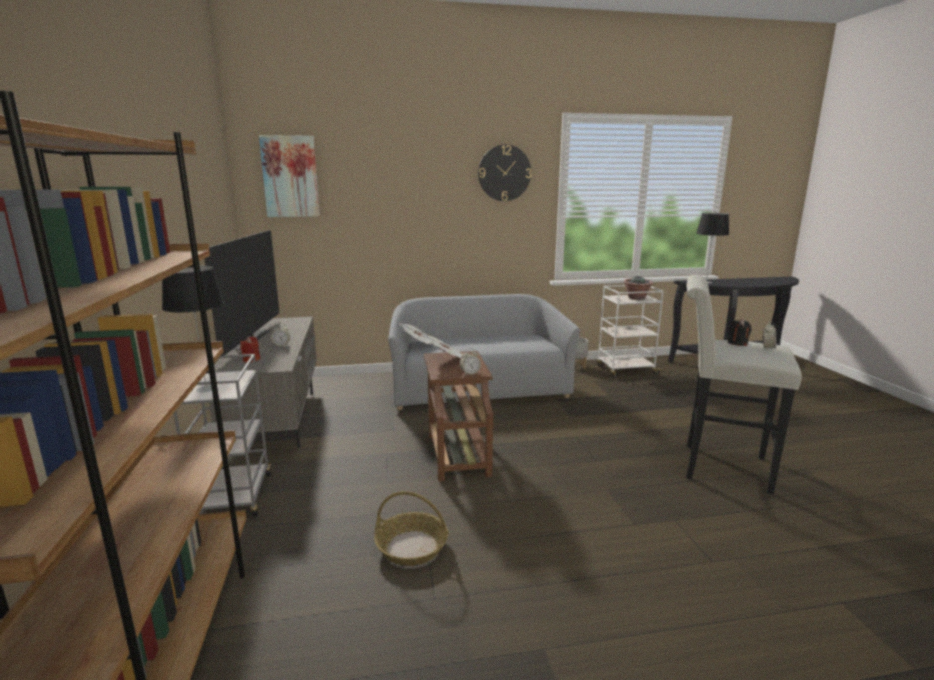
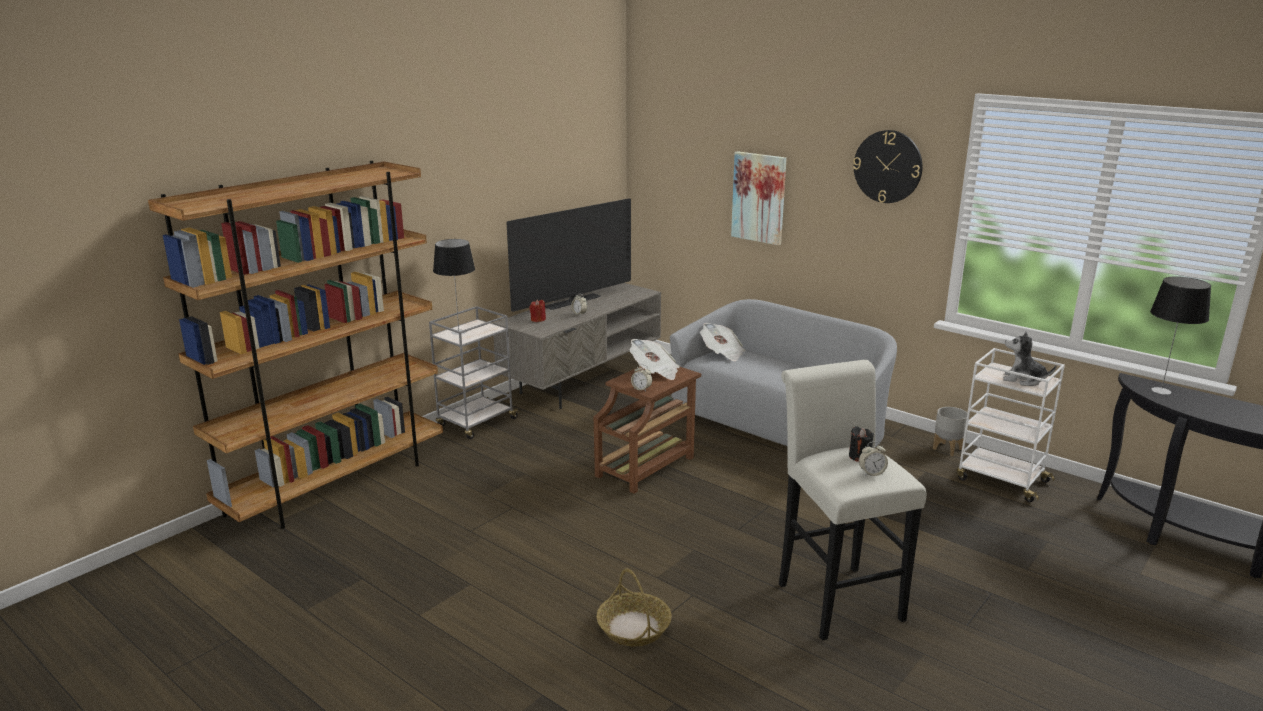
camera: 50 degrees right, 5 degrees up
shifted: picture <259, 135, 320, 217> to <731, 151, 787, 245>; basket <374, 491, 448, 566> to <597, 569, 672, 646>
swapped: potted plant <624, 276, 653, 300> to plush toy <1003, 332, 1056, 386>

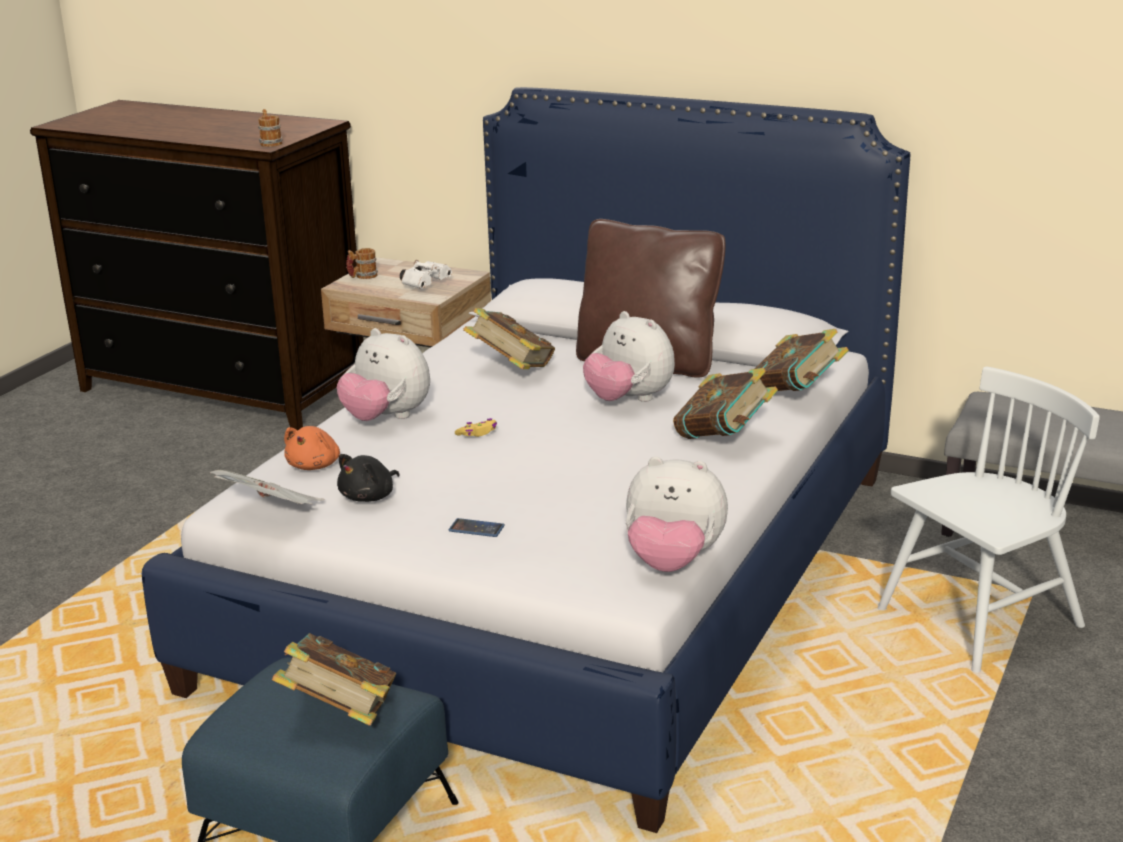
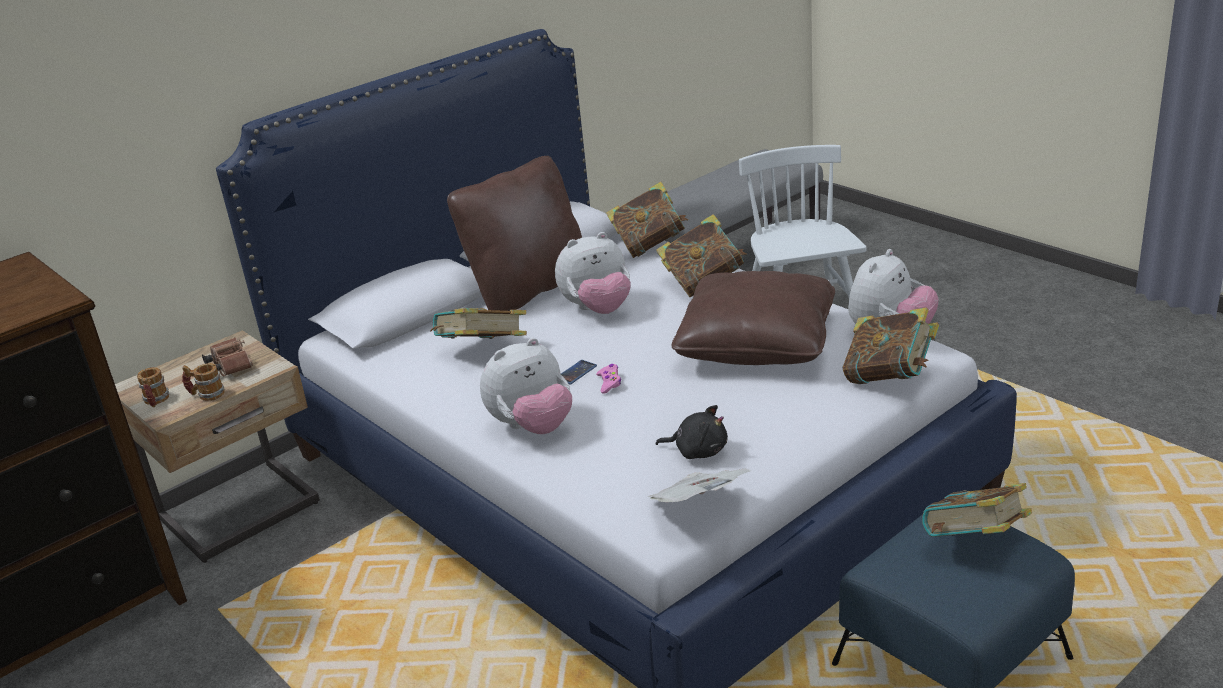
camera: 65 degrees left, 5 degrees up
gone: plush toy in orange <284, 426, 340, 470>
new: pillow in brown <671, 271, 835, 365>; book <843, 307, 939, 384>
shifted: mug <258, 109, 283, 147> to <182, 363, 225, 401>; phone <448, 518, 505, 537> to <561, 360, 597, 385>
repainted: binoculars in white <400, 260, 452, 289> to binoculars in brown <202, 337, 253, 376>; game controller in yellow <455, 418, 497, 437> to game controller in pink <596, 364, 621, 394>
rotated: plush toy in black <337, 454, 400, 502> = <656, 405, 728, 459> 45 degrees counterclockwise

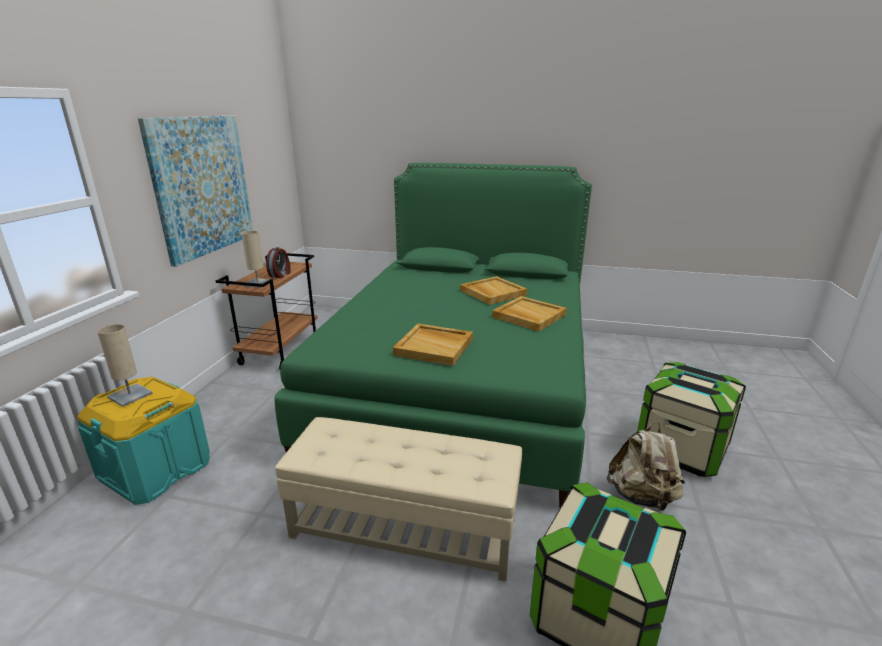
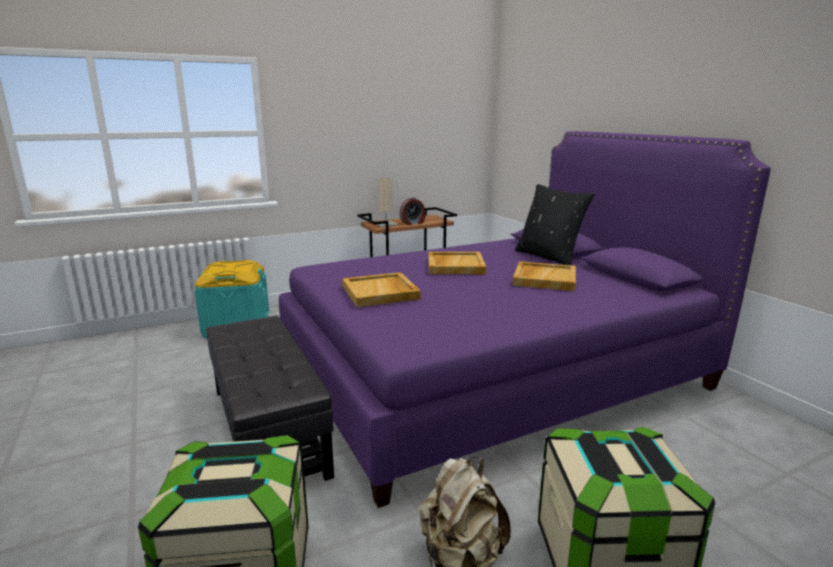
camera: 50 degrees right, 5 degrees down
gone: picture <138, 116, 253, 267>; table lamp in beige <97, 324, 153, 407>
new: pillow in black <515, 184, 595, 265>
shifted: tray in beige <492, 296, 567, 332> to <428, 252, 486, 274>
repainted: bed in green <274, 163, 592, 508> to bed in purple <279, 131, 771, 508>; ottoman in beige <275, 417, 522, 581> to ottoman in black <206, 316, 334, 481>

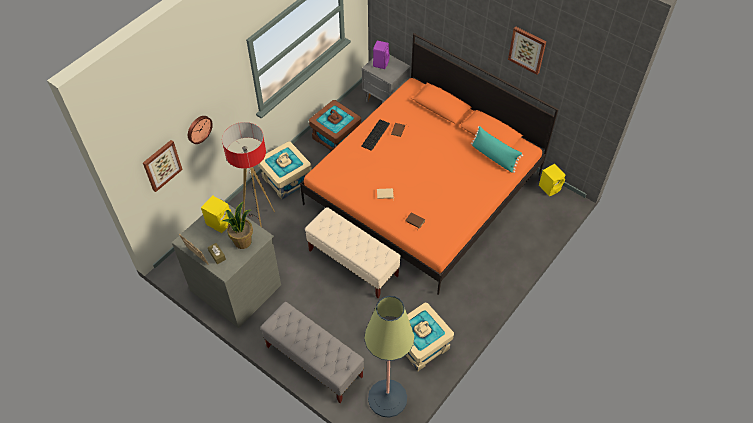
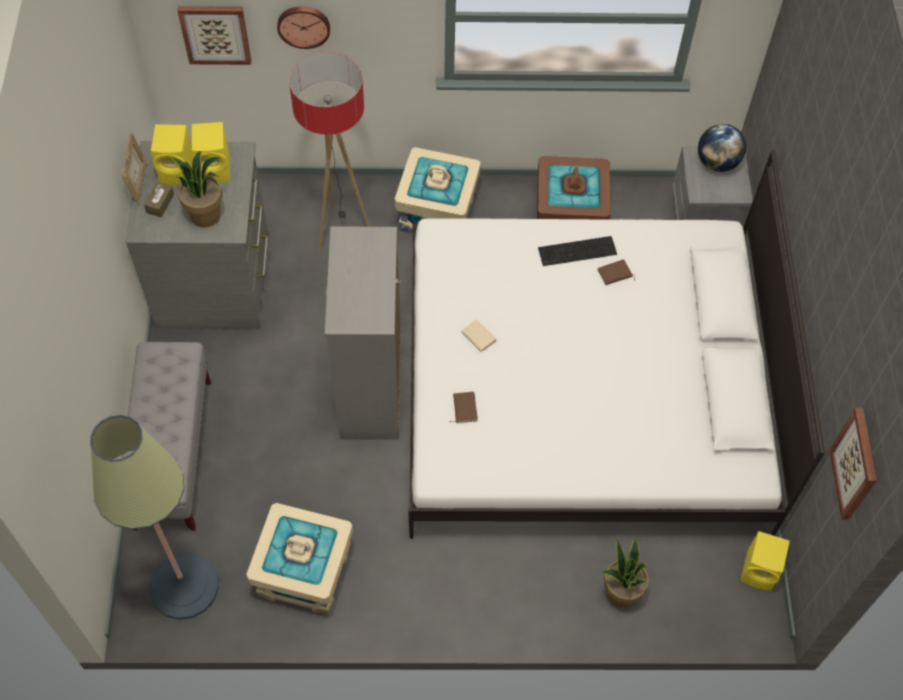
camera: 50 degrees right, 5 degrees up
gone: pillow in turquoise <471, 126, 523, 173>
new: speaker in yellow <151, 124, 193, 185>; potted plant <602, 539, 649, 608>
shifted: picture <508, 26, 546, 75> to <830, 408, 877, 520>
swapped: speaker in purple <373, 41, 390, 69> to globe <698, 124, 746, 172>; bench in beige <305, 207, 401, 298> to dresser in grey <325, 226, 401, 440>
repainted: bed in orange <300, 33, 558, 295> to bed in white <408, 149, 825, 539>

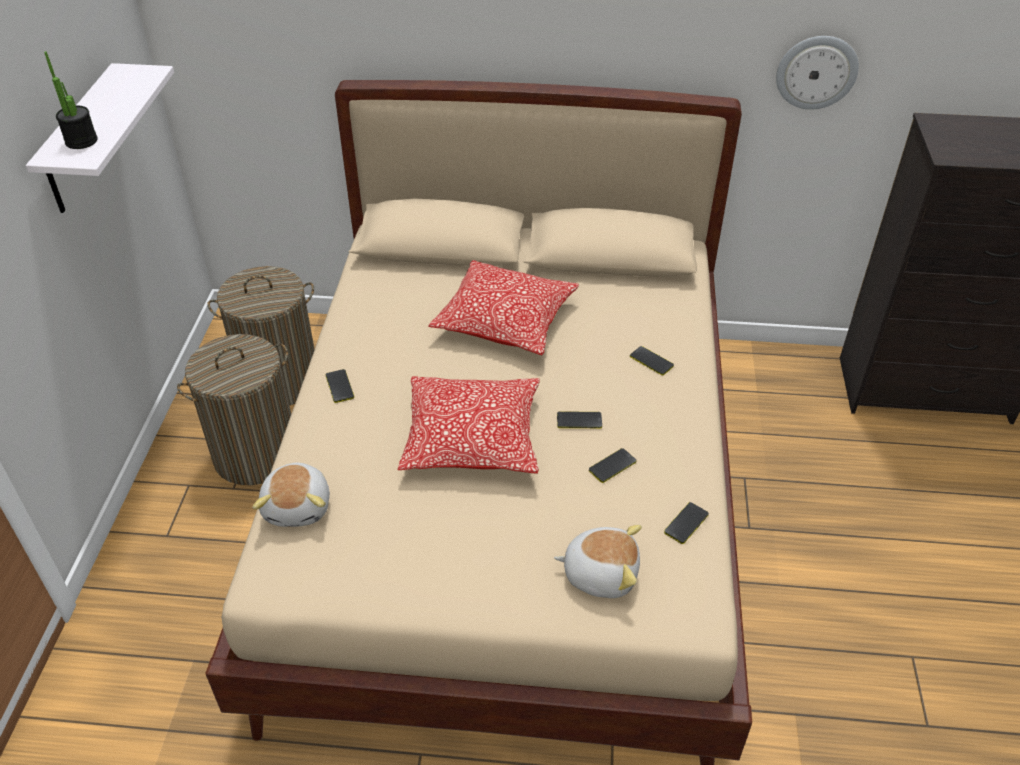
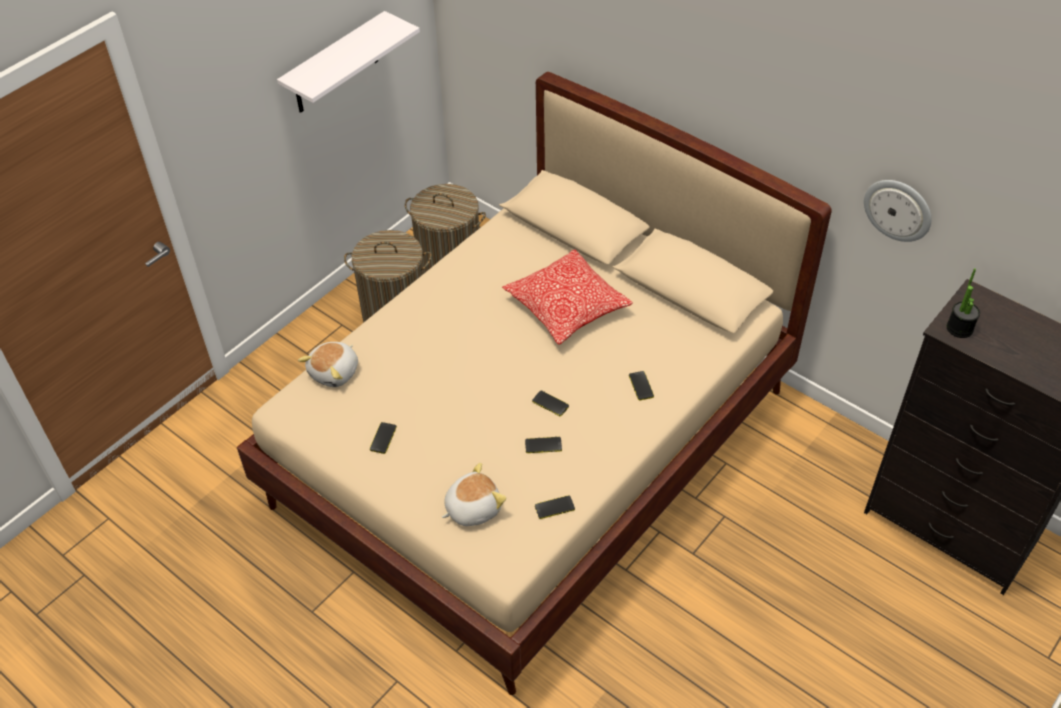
camera: 35 degrees right, 5 degrees up
gone: pillow <398, 376, 540, 474>
shifted: potted plant <44, 52, 98, 149> to <947, 268, 980, 338>; phone <326, 369, 354, 403> to <370, 422, 397, 454>
rotated: plush toy <554, 525, 642, 598> = <441, 463, 506, 526> 75 degrees counterclockwise

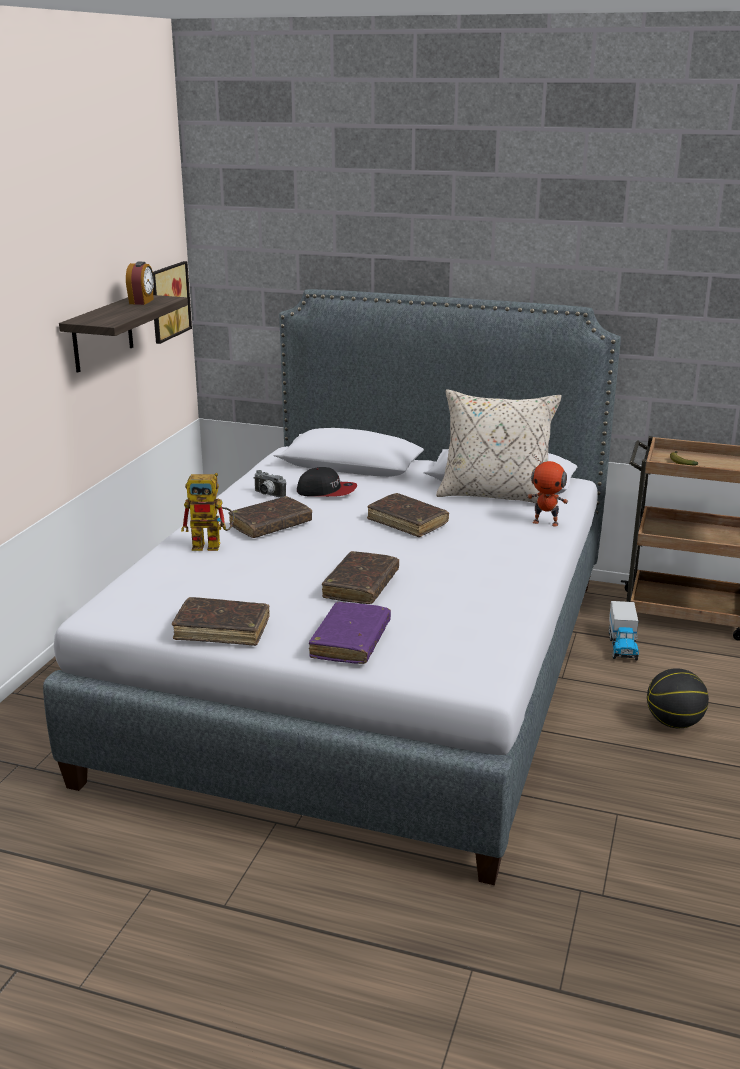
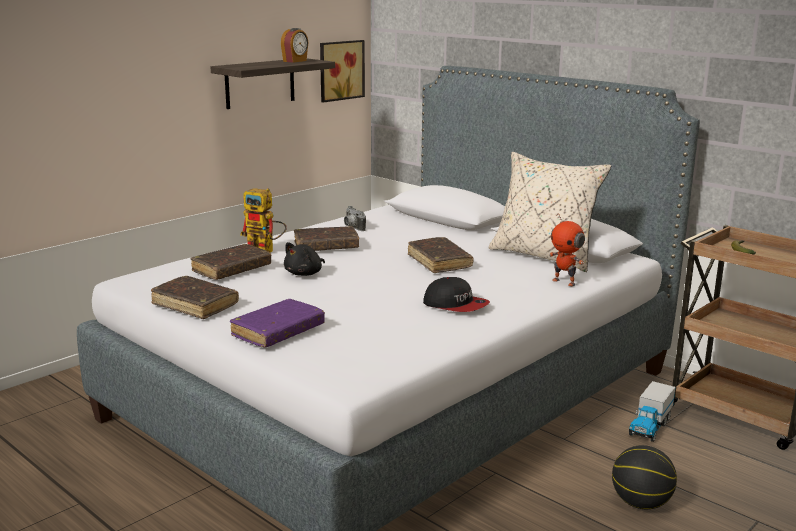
camera: 25 degrees right, 5 degrees down
new: plush toy in black <284, 242, 325, 276>
shifted: cap <297, 467, 357, 497> to <423, 277, 490, 312>; book in brown <322, 551, 399, 604> to <190, 244, 271, 280>

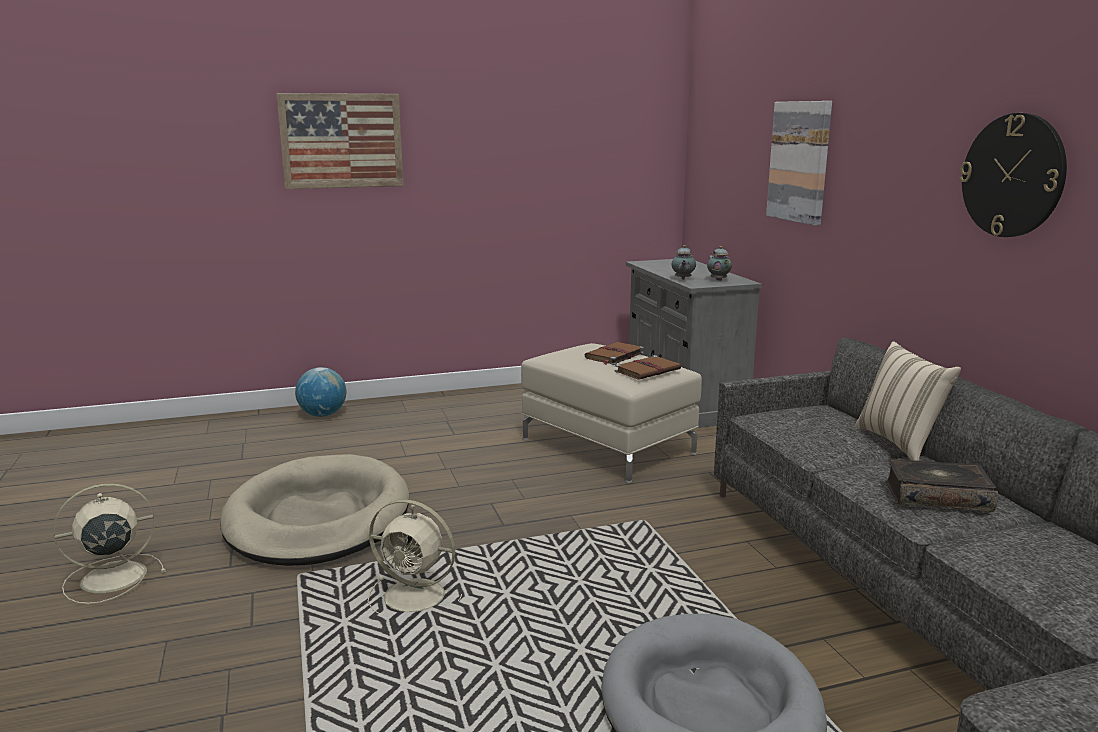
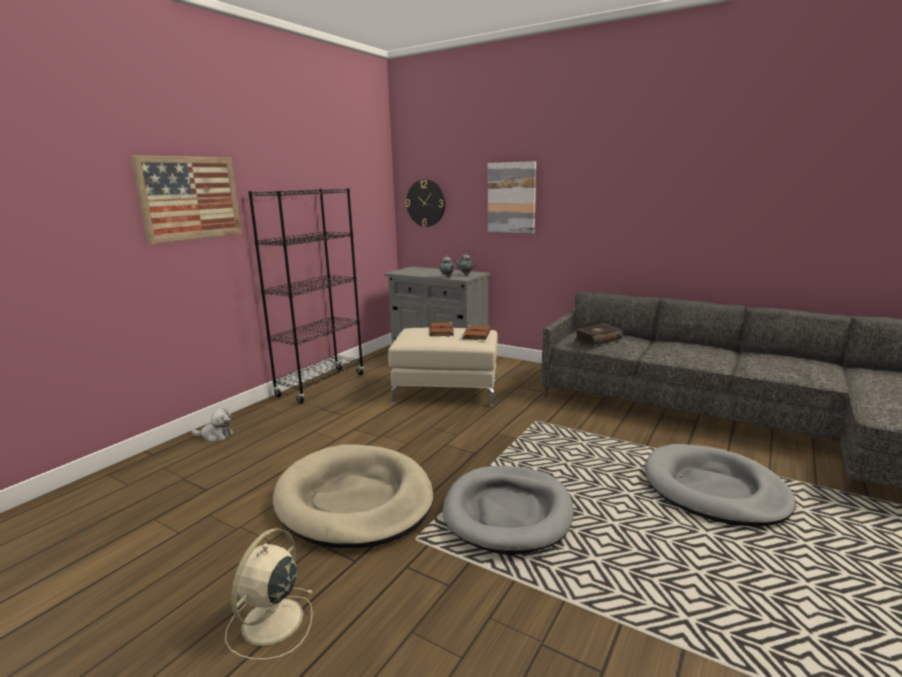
camera: 40 degrees left, 0 degrees up
gone: pillow in beige <855, 341, 961, 461>
new: bookcase in black <248, 188, 364, 404>
shifted: wall clock <960, 113, 1067, 237> to <406, 179, 445, 227>; book <885, 458, 998, 512> to <574, 323, 623, 346>
swapped: globe <295, 367, 346, 417> to plush toy <191, 408, 233, 442>; fan in beige <367, 500, 462, 614> to dog bed in grey <443, 466, 574, 555>

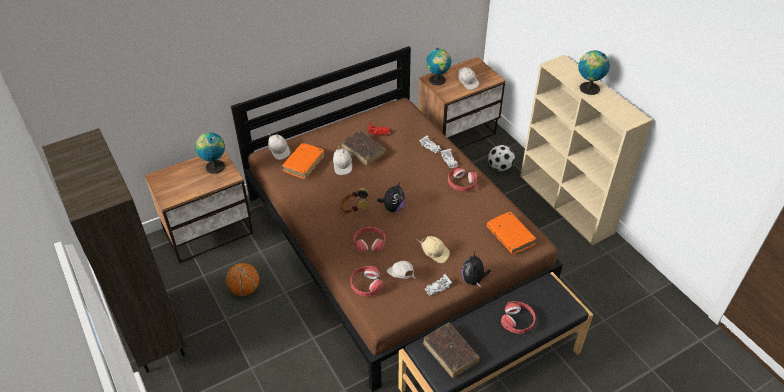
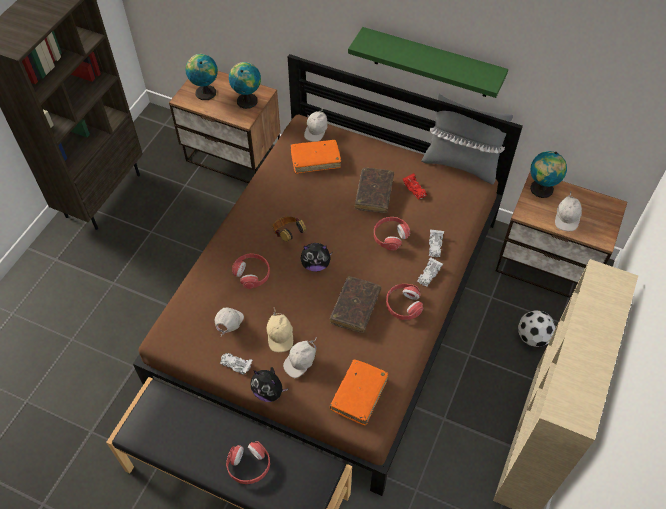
camera: 55 degrees right, 10 degrees up
gone: basketball <226, 263, 259, 296>
new: shelf in green <348, 27, 508, 98>; pillow in grey <421, 94, 513, 185>
shifted: globe <578, 50, 610, 95> to <185, 54, 218, 100>; cap in white <333, 145, 352, 175> to <283, 337, 317, 378>; headphones in red <350, 266, 383, 297> to <374, 217, 410, 251>; book in brown <423, 322, 480, 378> to <330, 276, 381, 333>
rotated: plush toy <462, 252, 491, 288> = <251, 367, 288, 402> 120 degrees counterclockwise

